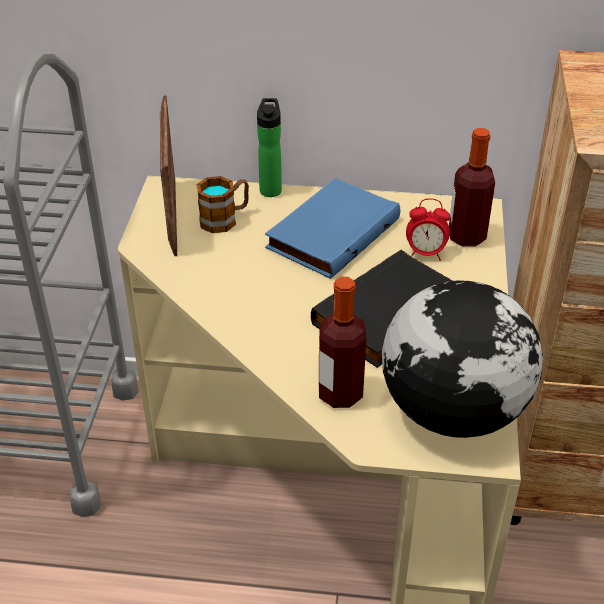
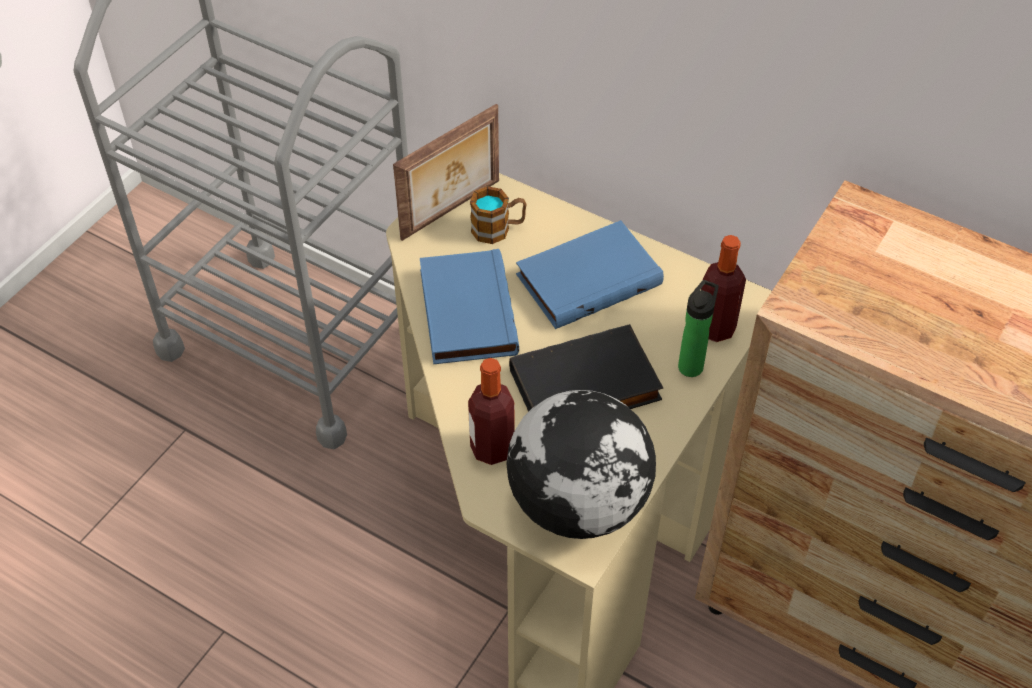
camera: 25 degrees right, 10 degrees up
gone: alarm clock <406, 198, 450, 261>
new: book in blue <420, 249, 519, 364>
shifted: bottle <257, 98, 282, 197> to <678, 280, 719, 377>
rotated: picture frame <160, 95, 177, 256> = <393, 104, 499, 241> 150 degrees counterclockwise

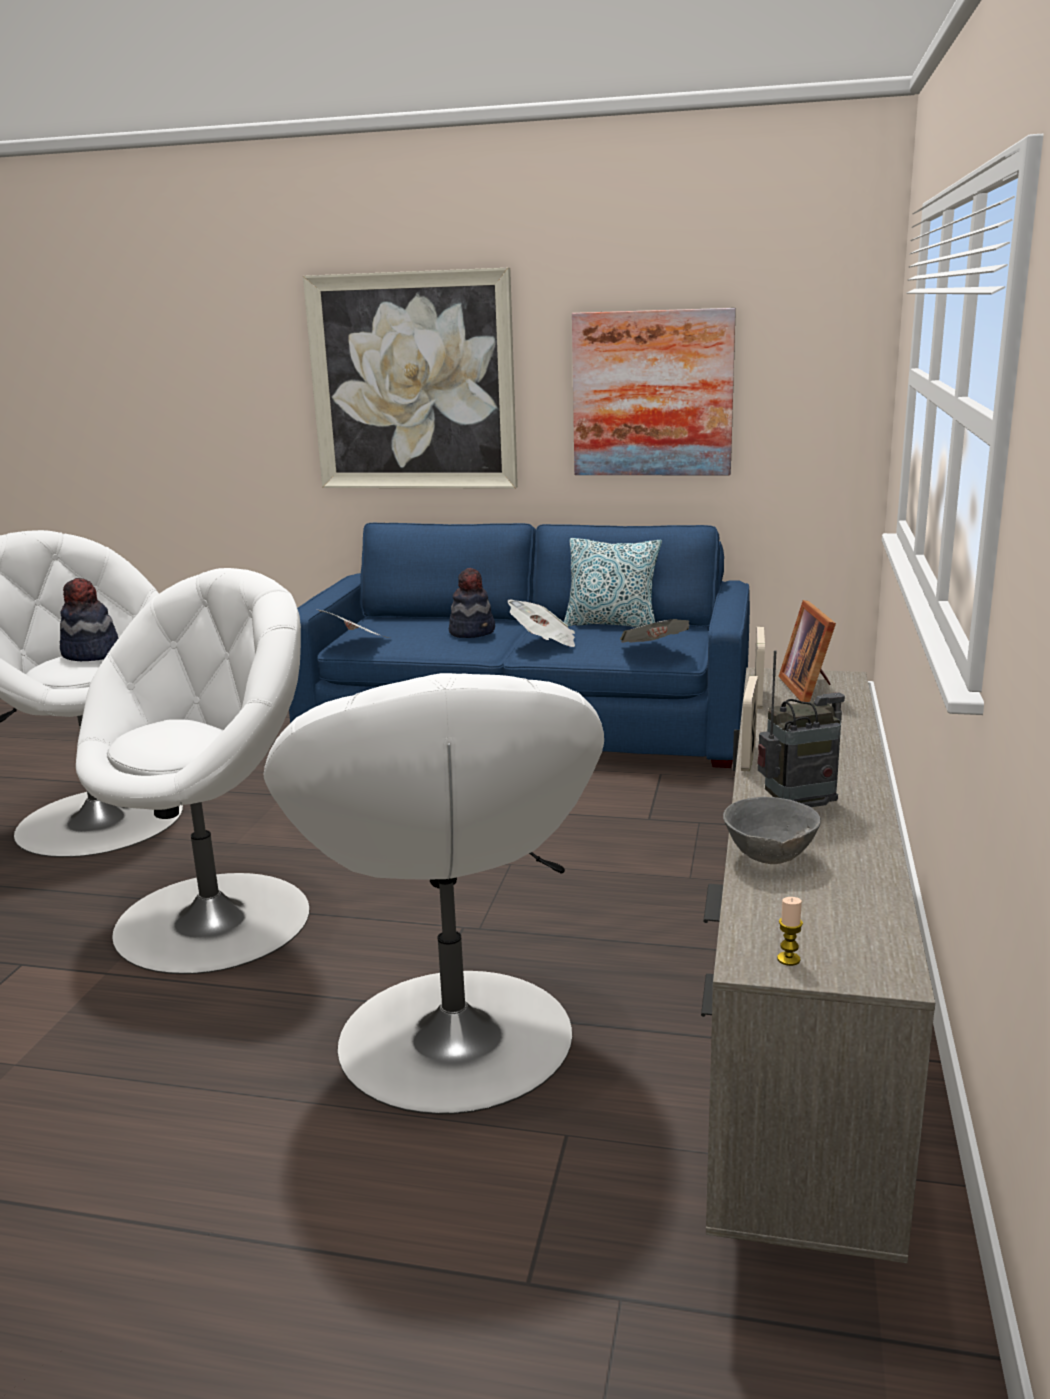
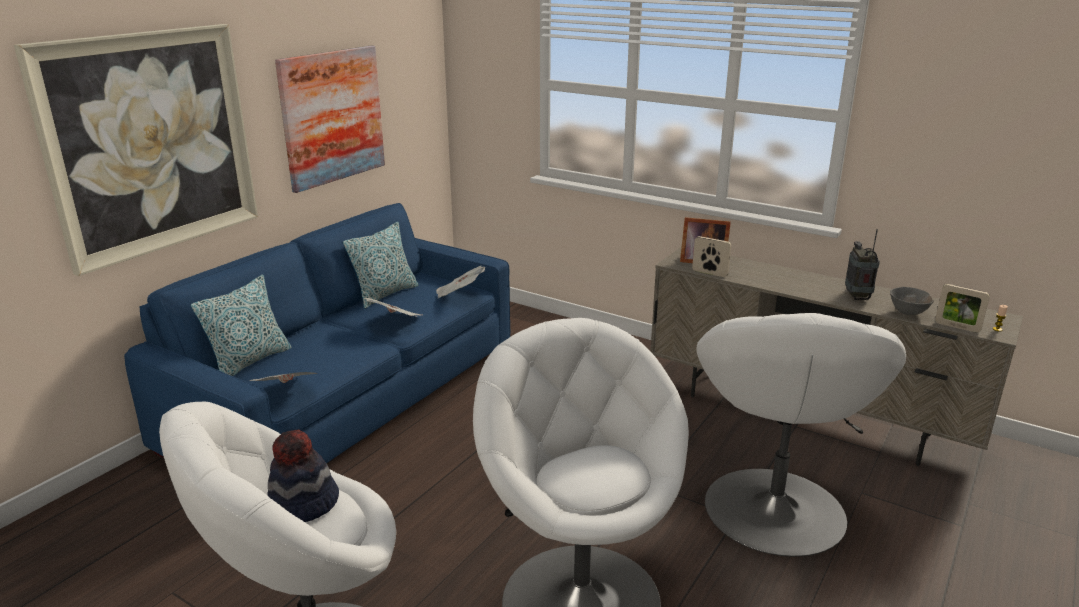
camera: 70 degrees left, 5 degrees up
gone: hat <449, 568, 495, 638>
new: pillow <191, 275, 291, 376>
shifted: picture frame <741, 676, 758, 772> to <935, 284, 990, 333>
rotated: armchair in white <264, 673, 604, 1114> = <697, 313, 906, 557> 90 degrees clockwise

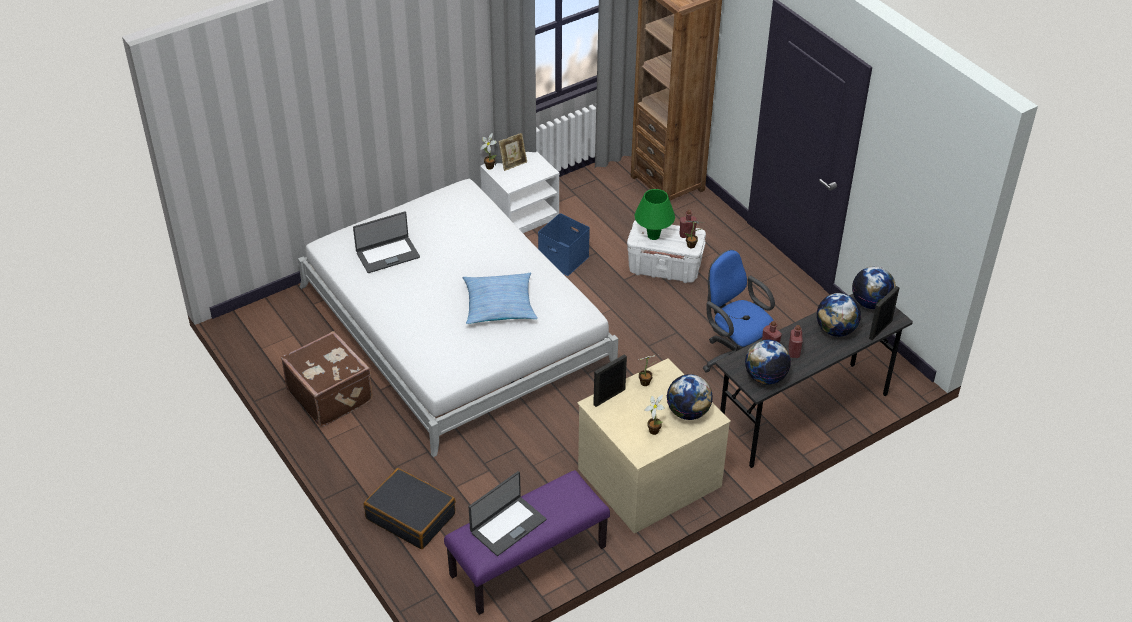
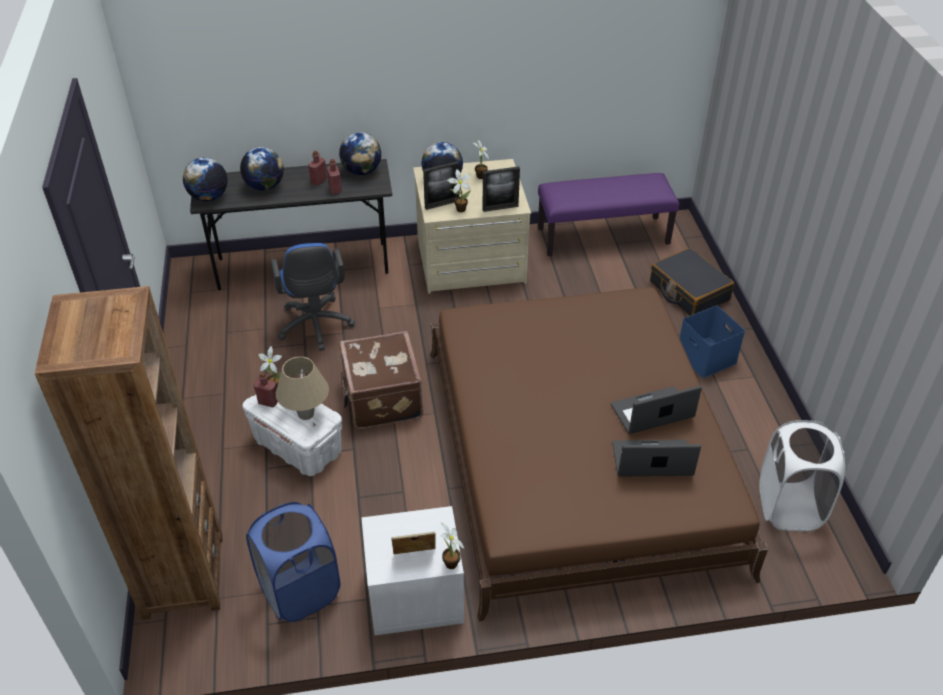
camera: 155 degrees left, 0 degrees up
gone: pillow <463, 272, 538, 324>
new: laundry basket in white <759, 420, 845, 531>; laundry basket in blue <246, 502, 340, 622>
shifted: storage box in blue <538, 213, 590, 276> to <680, 305, 745, 378>; picture frame <869, 286, 899, 340> to <423, 161, 459, 210>; suitcase in brown <281, 331, 373, 427> to <339, 331, 423, 429>; laptop <469, 471, 546, 556> to <611, 386, 702, 434>
repainted: bed in white <298, 179, 618, 457> to bed in brown <430, 287, 768, 622>; table lamp in green <634, 189, 675, 240> to table lamp in beige <275, 356, 329, 420>

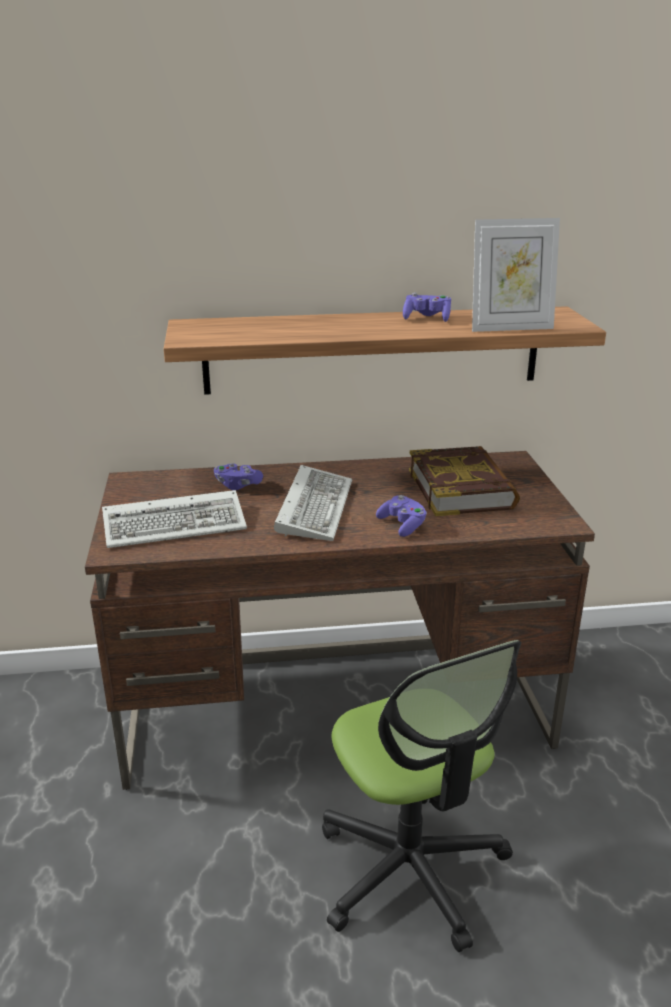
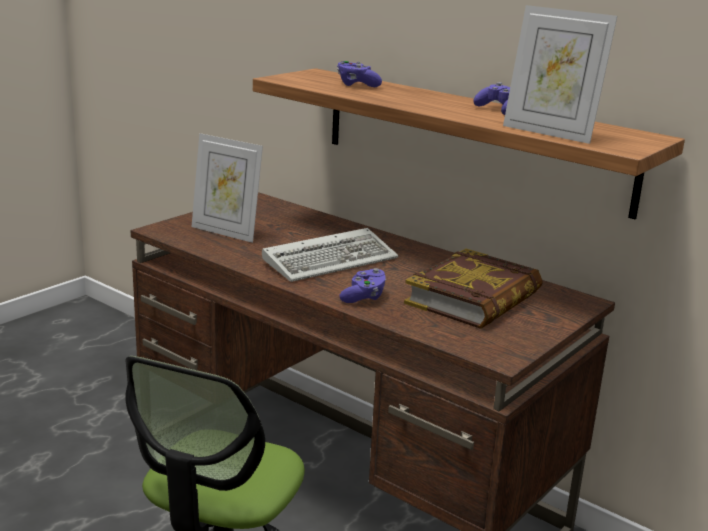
camera: 45 degrees right, 5 degrees down
shifted: game controller in purple <214, 463, 263, 490> to <337, 61, 382, 87>
swapped: keyboard <102, 490, 247, 548> to picture frame <192, 133, 263, 243>

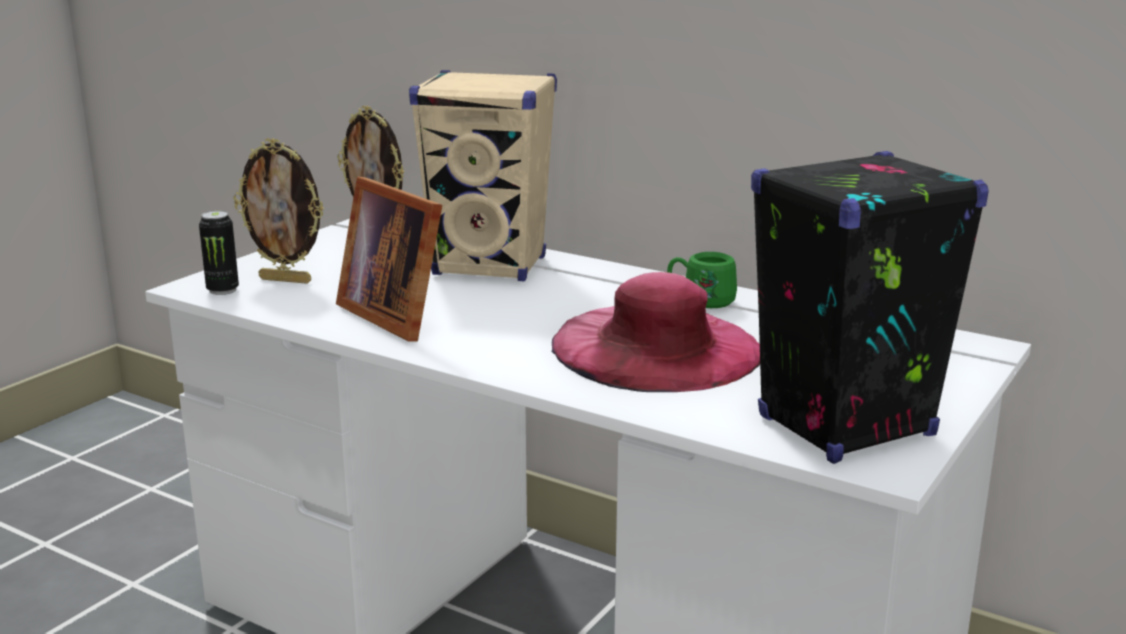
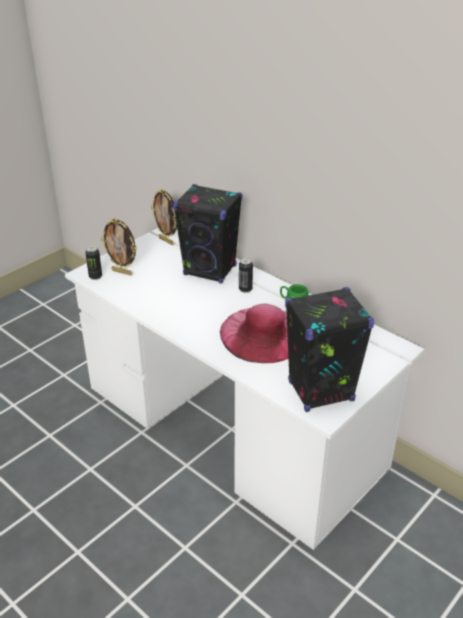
camera: 10 degrees right, 15 degrees up
gone: picture frame <336, 177, 442, 342>
new: can <239, 258, 253, 293>
repainted: speaker in beige <409, 70, 557, 282> to speaker in black <173, 184, 242, 284>

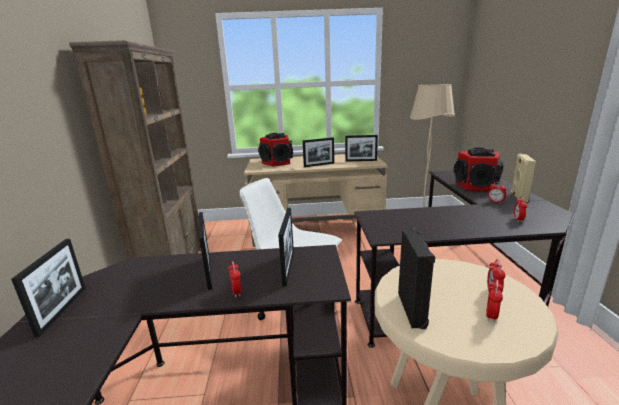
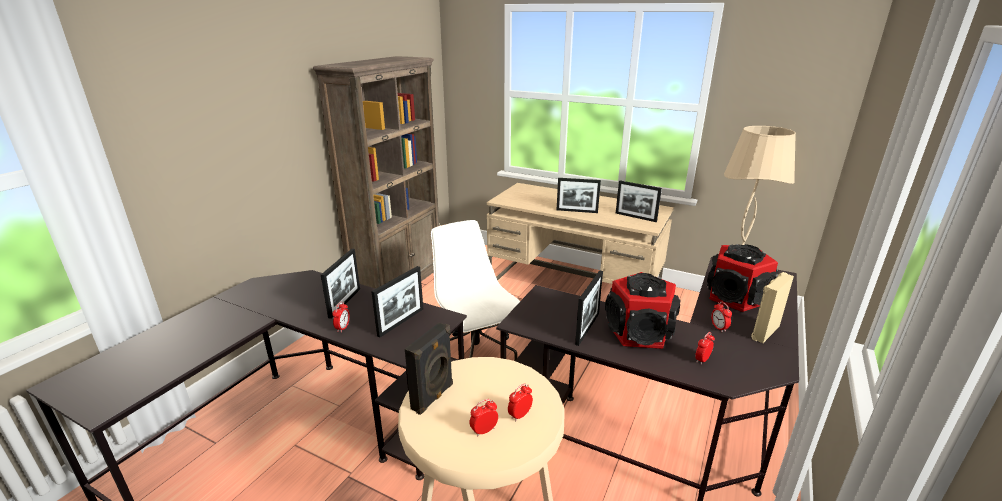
camera: 30 degrees right, 5 degrees up
shifted: speaker <258, 133, 293, 167> to <605, 272, 681, 349>; picture frame <11, 239, 86, 337> to <575, 270, 603, 346>

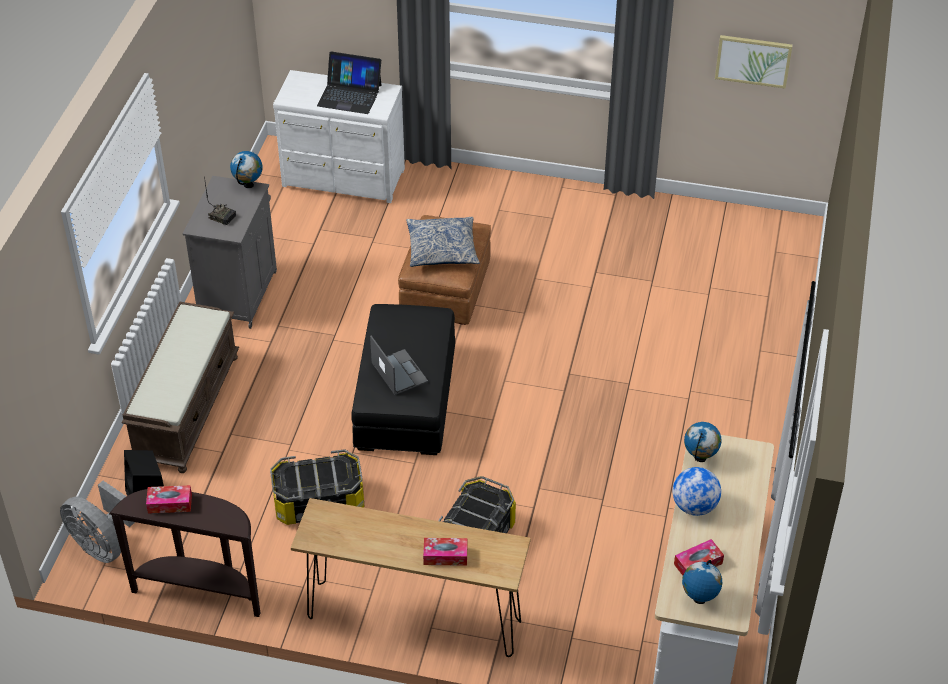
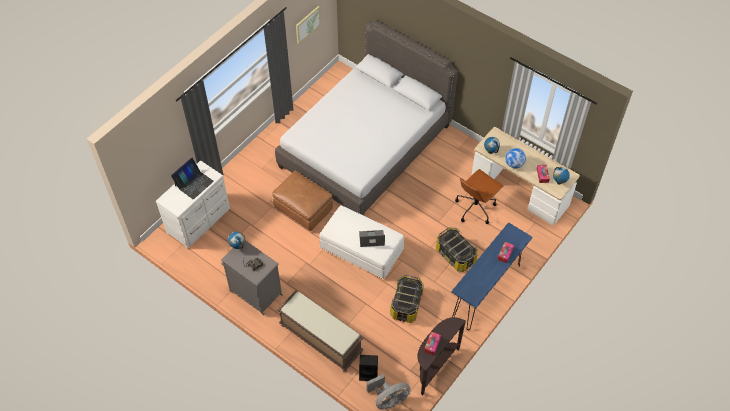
camera: 65 degrees left, 10 degrees up
gone: pillow <406, 217, 480, 267>
new: bed in grey <275, 20, 458, 215>; office chair in brown <455, 169, 504, 224>
repainted: ottoman in black <351, 304, 455, 455> to ottoman in white <319, 206, 404, 279>; console table in brown <291, 498, 531, 657> to console table in blue <451, 222, 533, 330>

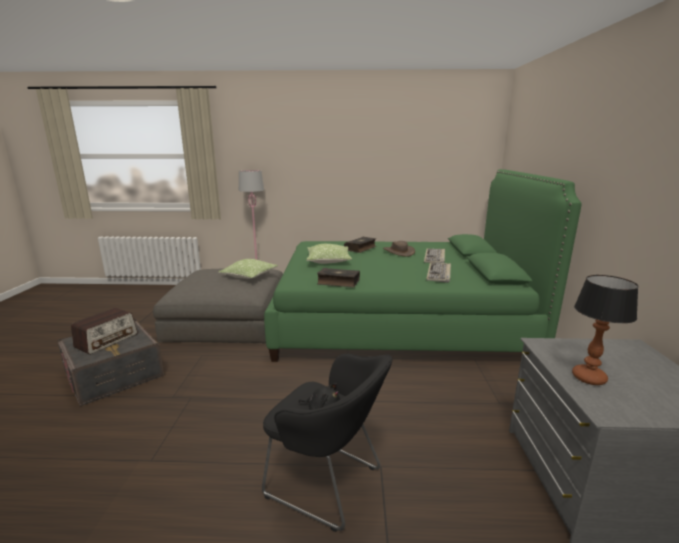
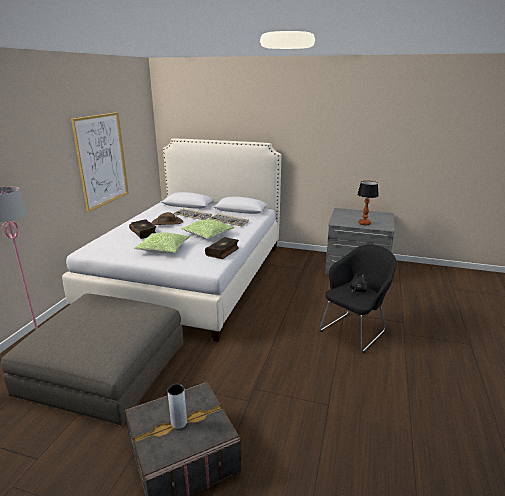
camera: 75 degrees left, 5 degrees up
new: picture <71, 112, 129, 212>
shifted: pillow <218, 259, 278, 279> to <181, 219, 235, 239>
swapped: radio <71, 308, 138, 355> to vase in grey <168, 384, 187, 429>
repainted: bed in green <264, 169, 582, 362> to bed in white <62, 139, 282, 342>

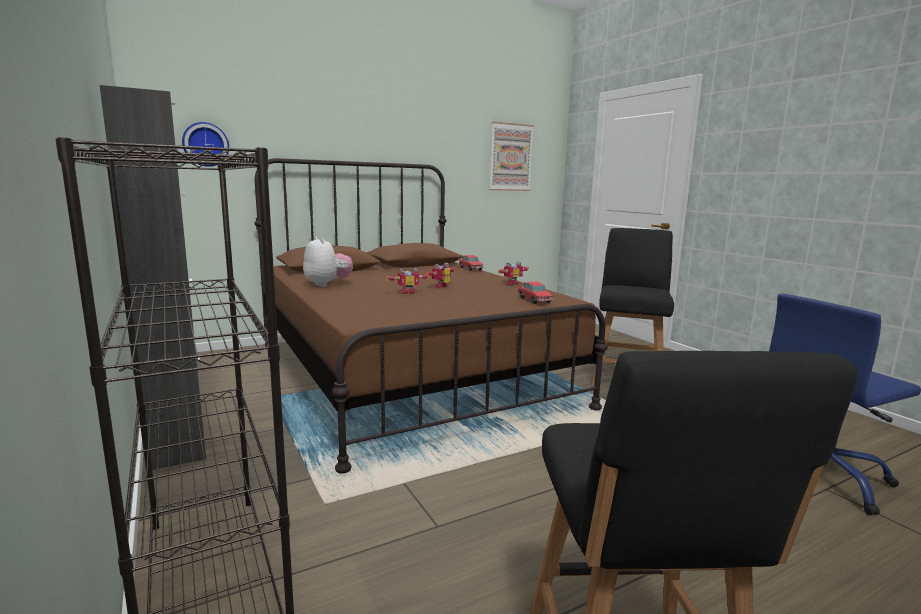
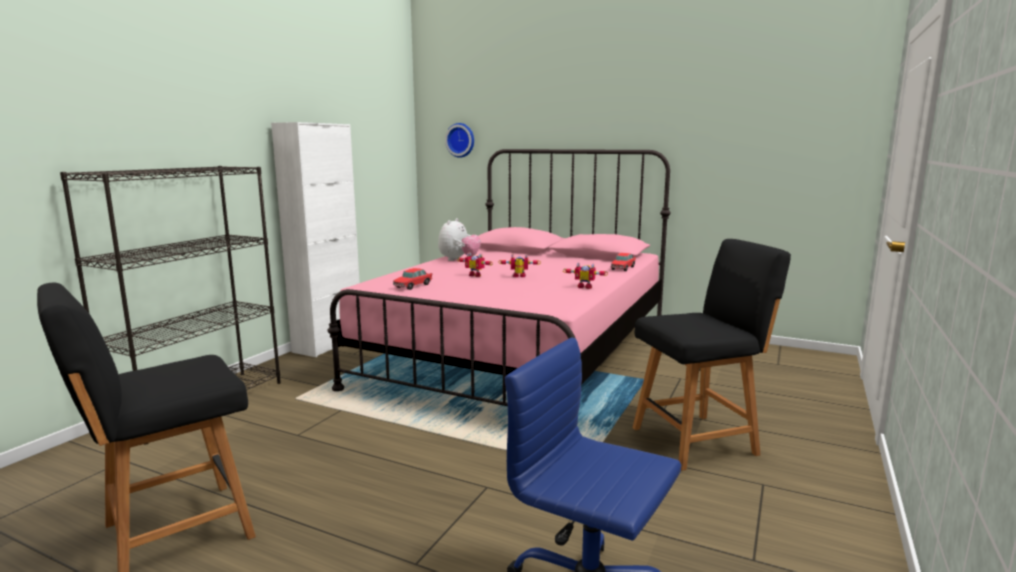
camera: 55 degrees right, 0 degrees up
gone: picture <489, 121, 534, 191>
shifted: toy car <518, 282, 553, 304> to <393, 268, 433, 290>
repainted: cabinet in black <100, 85, 206, 470> to cabinet in white <271, 122, 360, 357>; bed in brown <254, 158, 608, 473> to bed in pink <327, 149, 670, 406>

